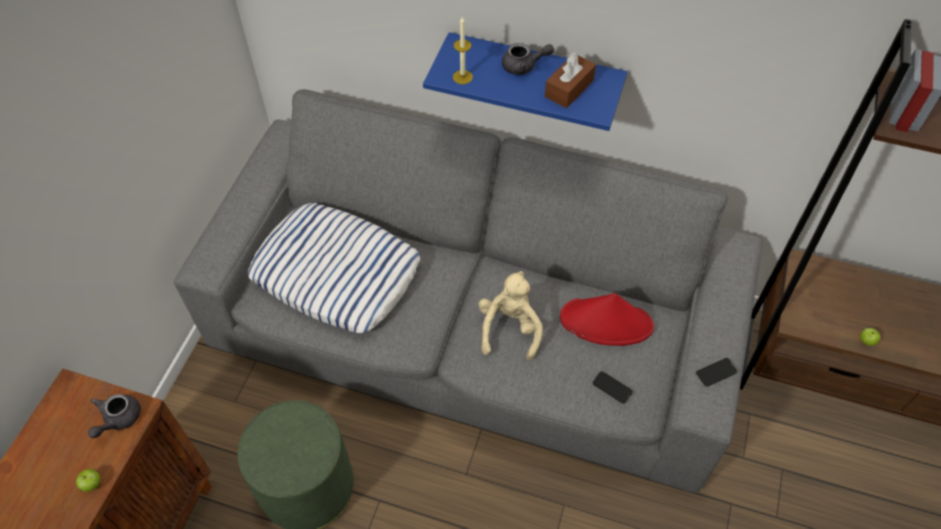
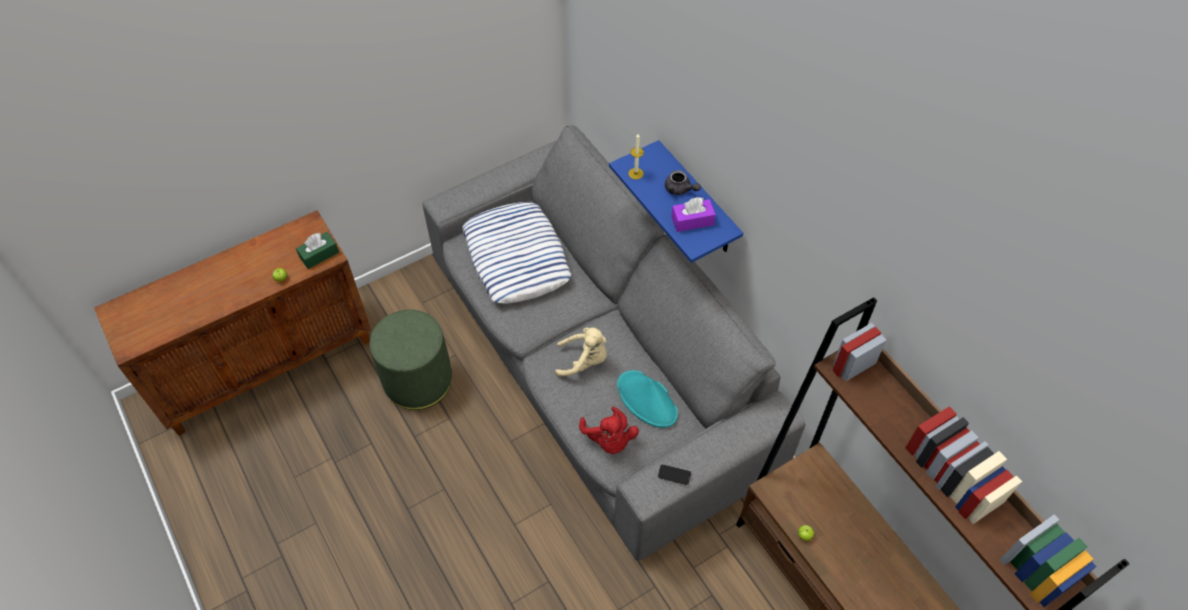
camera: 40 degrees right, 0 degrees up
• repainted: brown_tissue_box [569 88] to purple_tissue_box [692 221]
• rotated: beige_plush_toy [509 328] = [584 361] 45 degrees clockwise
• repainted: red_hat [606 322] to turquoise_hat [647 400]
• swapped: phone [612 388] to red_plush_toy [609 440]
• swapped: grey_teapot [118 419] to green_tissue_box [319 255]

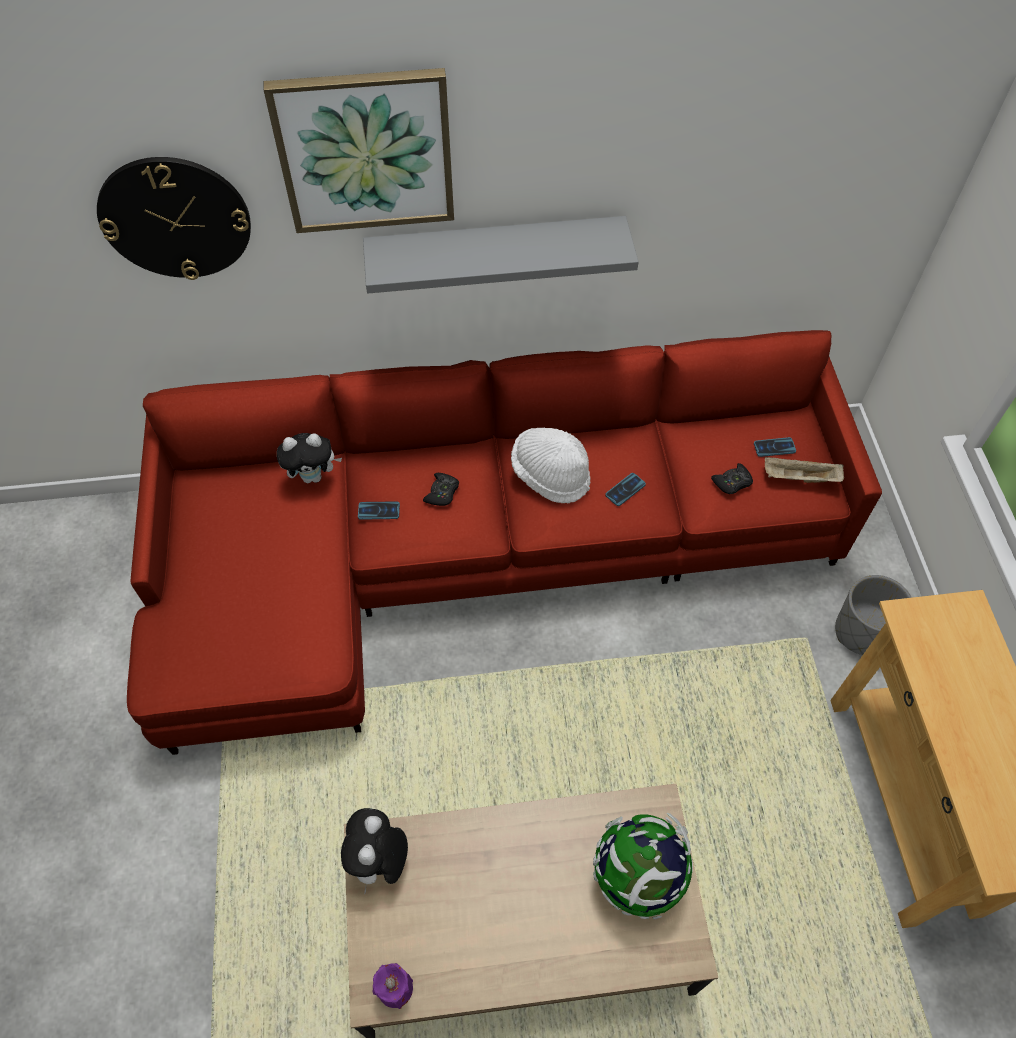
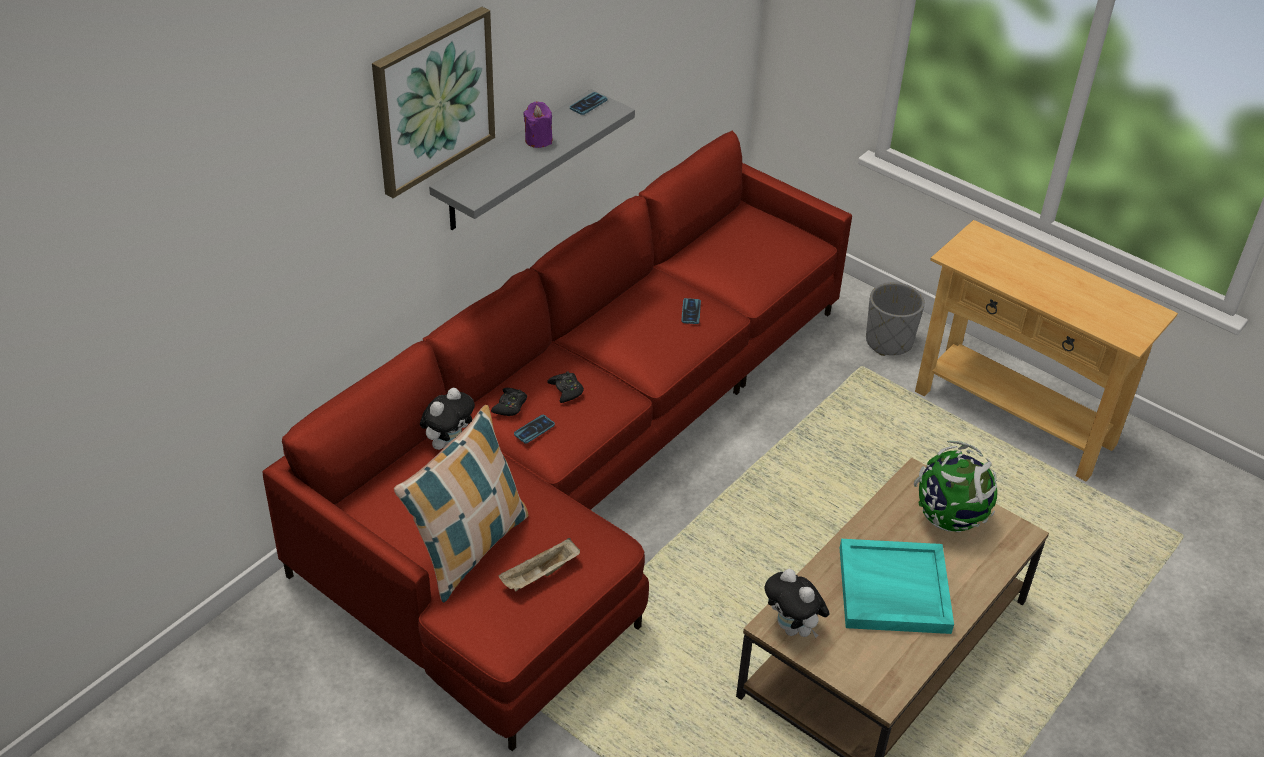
camera: 45 degrees left, 15 degrees down
• gone: wall_clock [175 218]
• gone: white_hat [550 474]
• shifted: phone [774 447] to [588 104]
• shifted: beige_tray [799 478] to [540 575]
• shifted: black_game_controller [732 482] to [510 406]
• shifted: purple_candle [395 988] to [538 140]
• new: pillow [469 548]
• new: turquoise_tray [893 590]

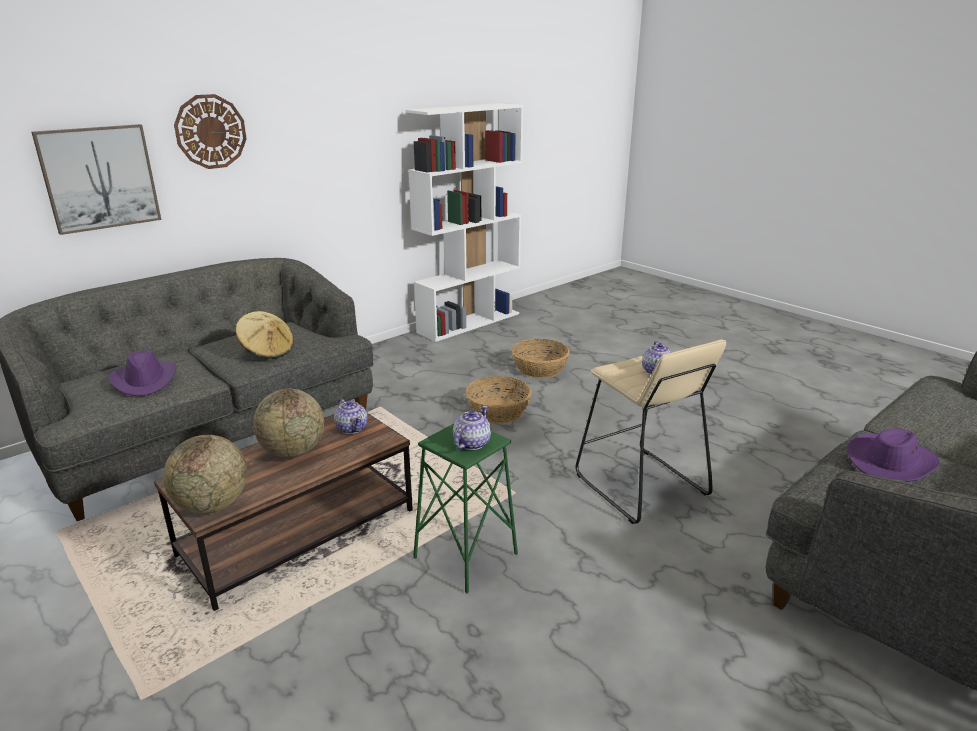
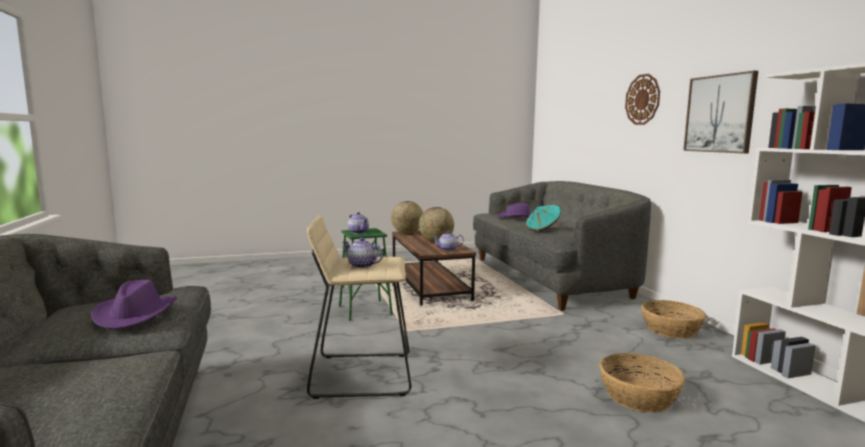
camera: 115 degrees right, 15 degrees down
• shifted: picture [99 178] to [720 114]
• repainted: beige_hat [267 351] to turquoise_hat [543 229]
• shifted: basket [498 411] to [671 330]

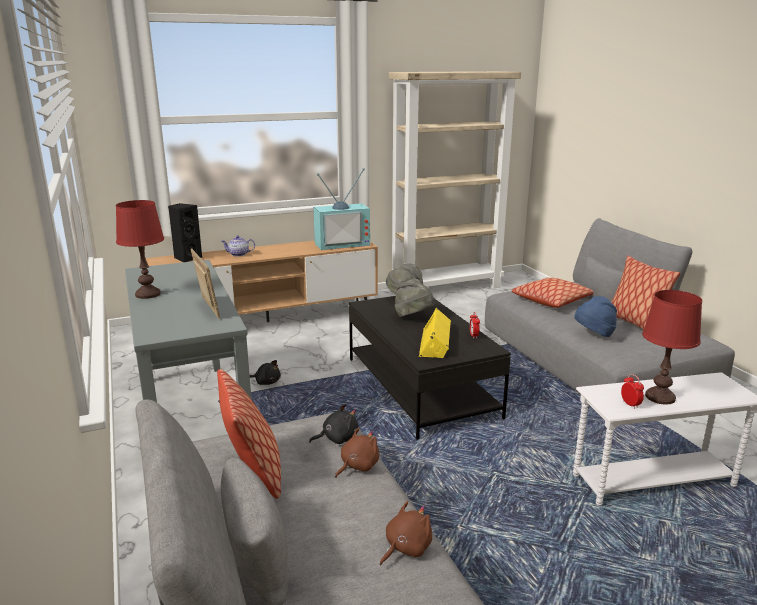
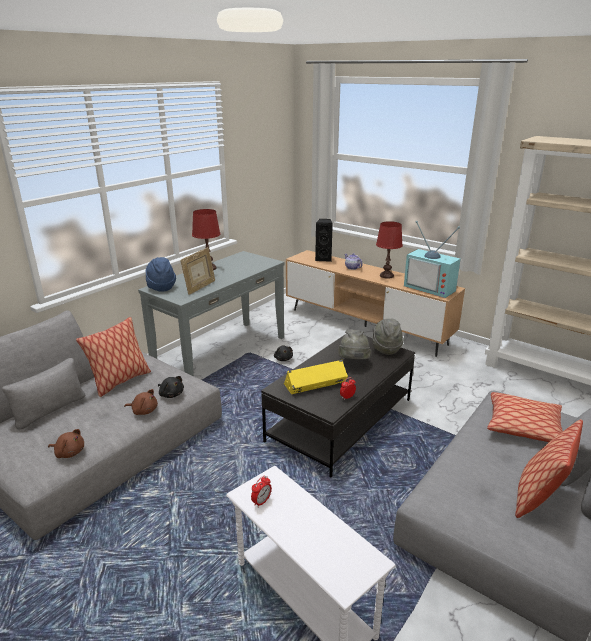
camera: 60 degrees right, 5 degrees up
• shifted: red_table_lamp [660 397] to [386 276]
• shifted: blue_hat [594 334] to [161 287]

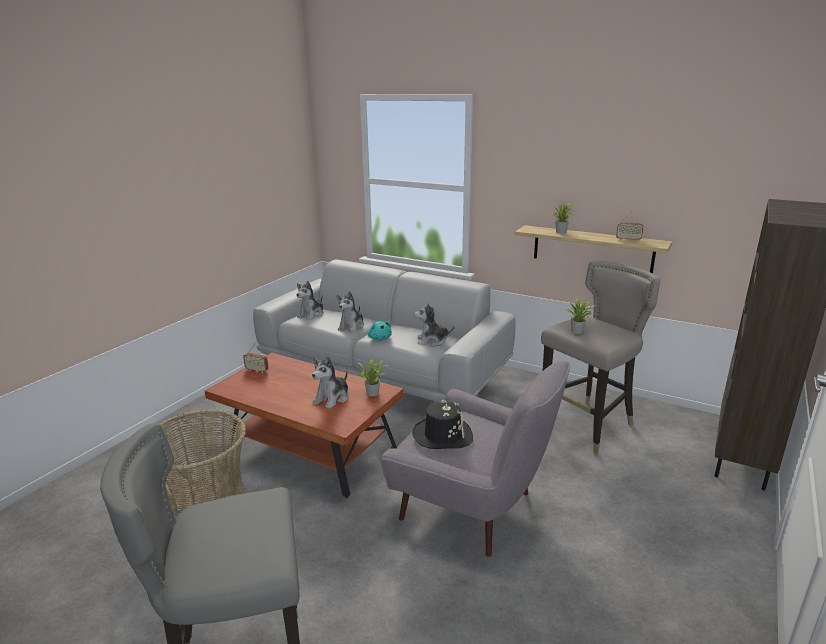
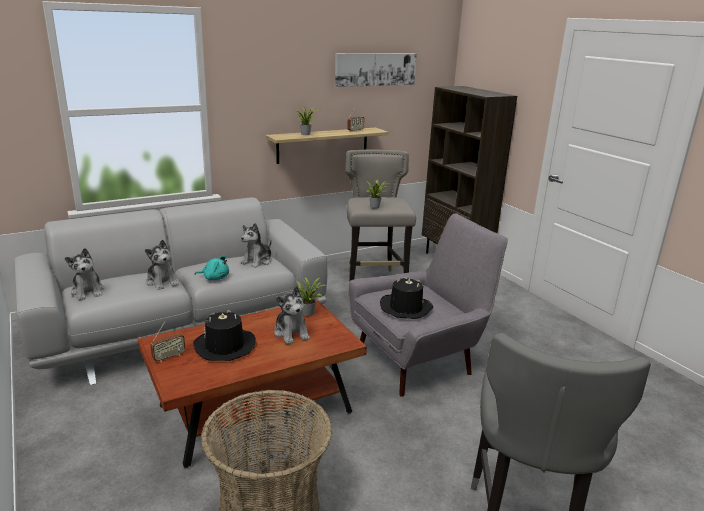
camera: 60 degrees left, 0 degrees up
• new: picture [375 69]
• new: black_hat [224 346]

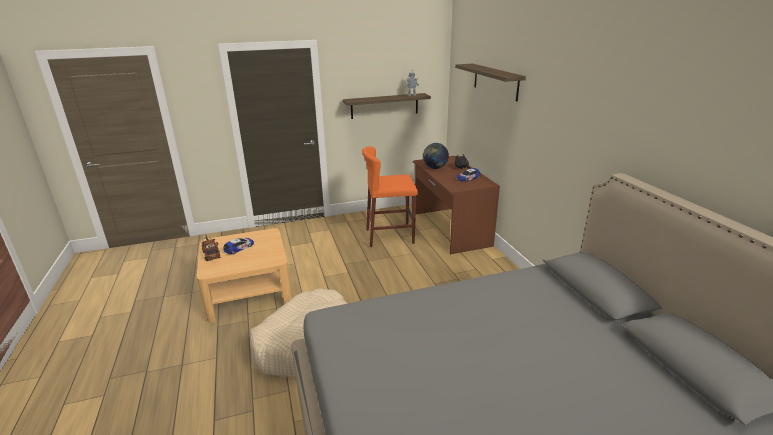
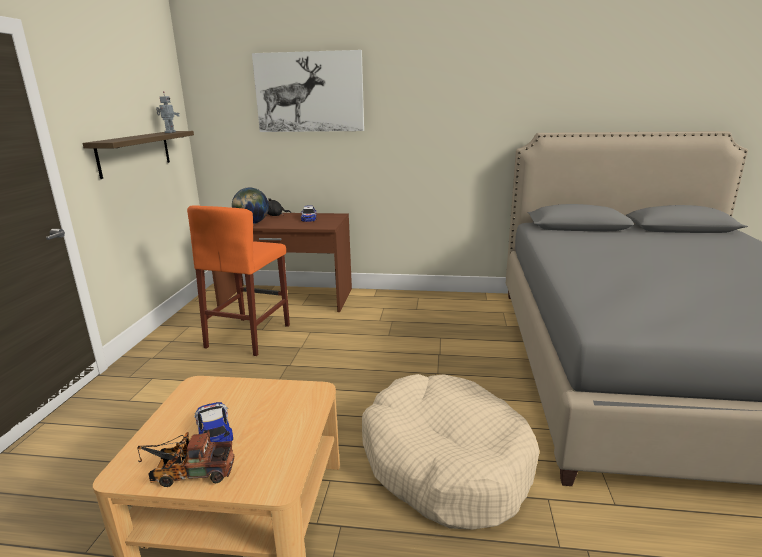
camera: 65 degrees left, 5 degrees down
• swapped: shelf [495 81] to picture [309 92]

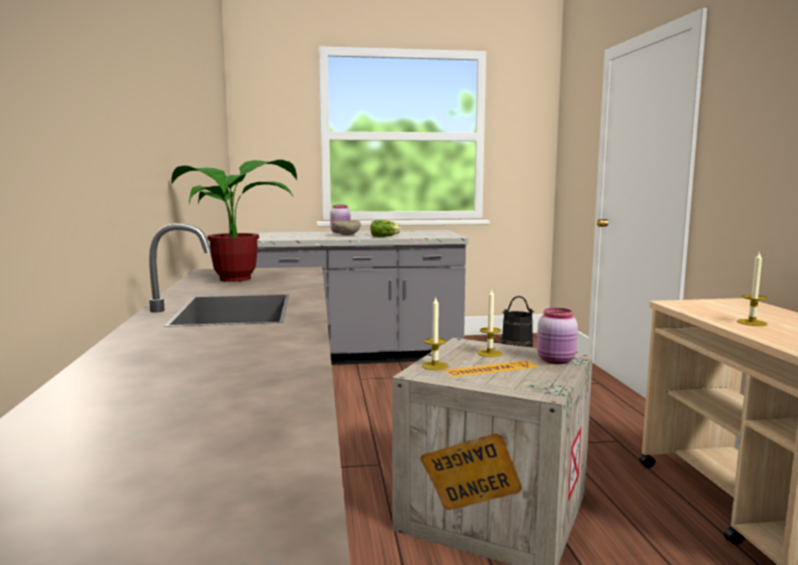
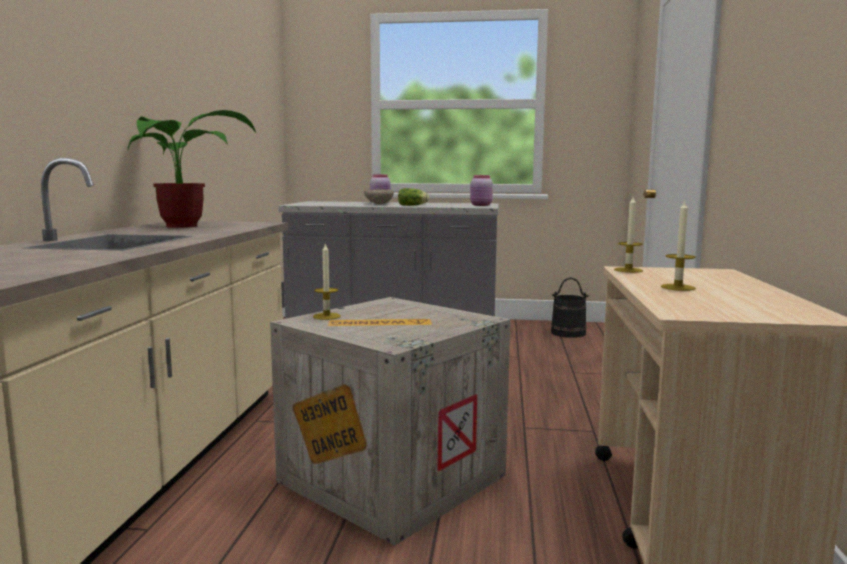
camera: 15 degrees right, 0 degrees up
• shifted: candle [489 353] to [628 270]
• shifted: pink_jar [557 361] to [481 205]

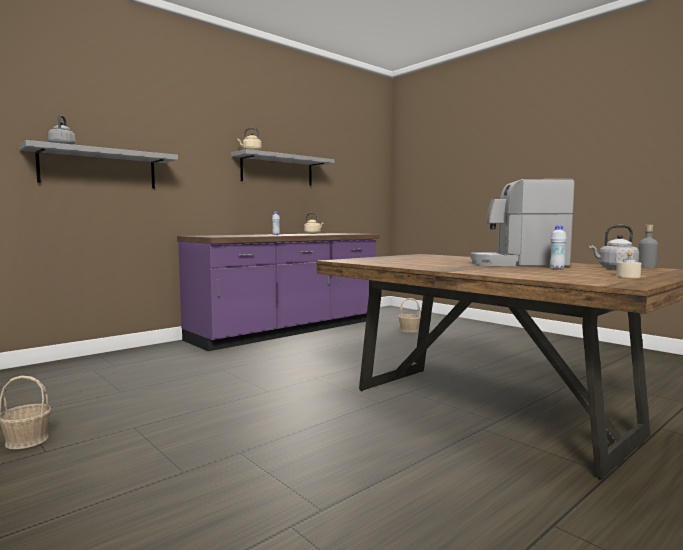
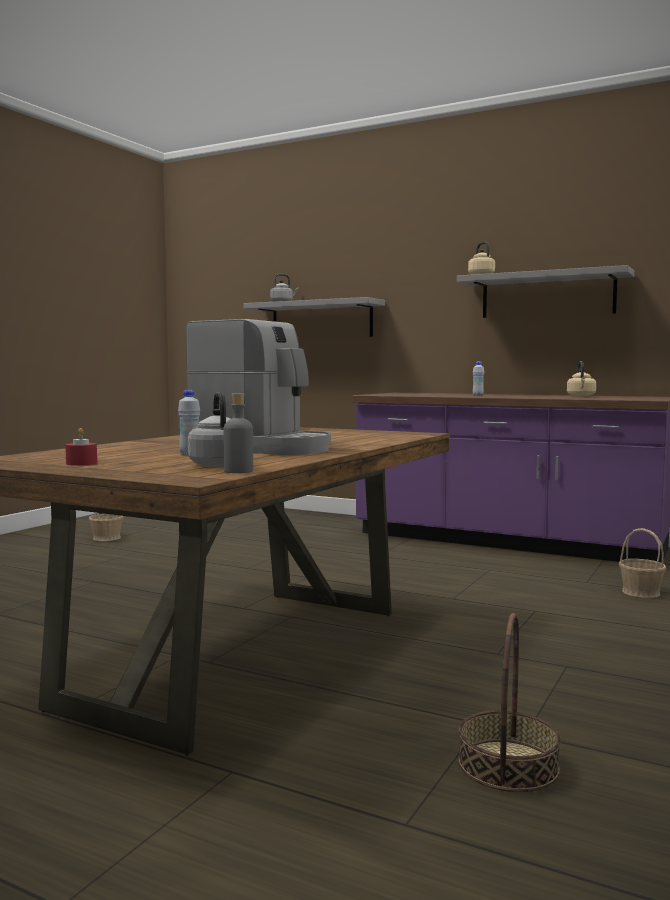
camera: 70 degrees right, 0 degrees up
• rotated: coffee_machine [518 264] = [263 448] 135 degrees clockwise
• repainted: beige_candle [628 276] to red_candle [81 463]
• new: basket [508 765]

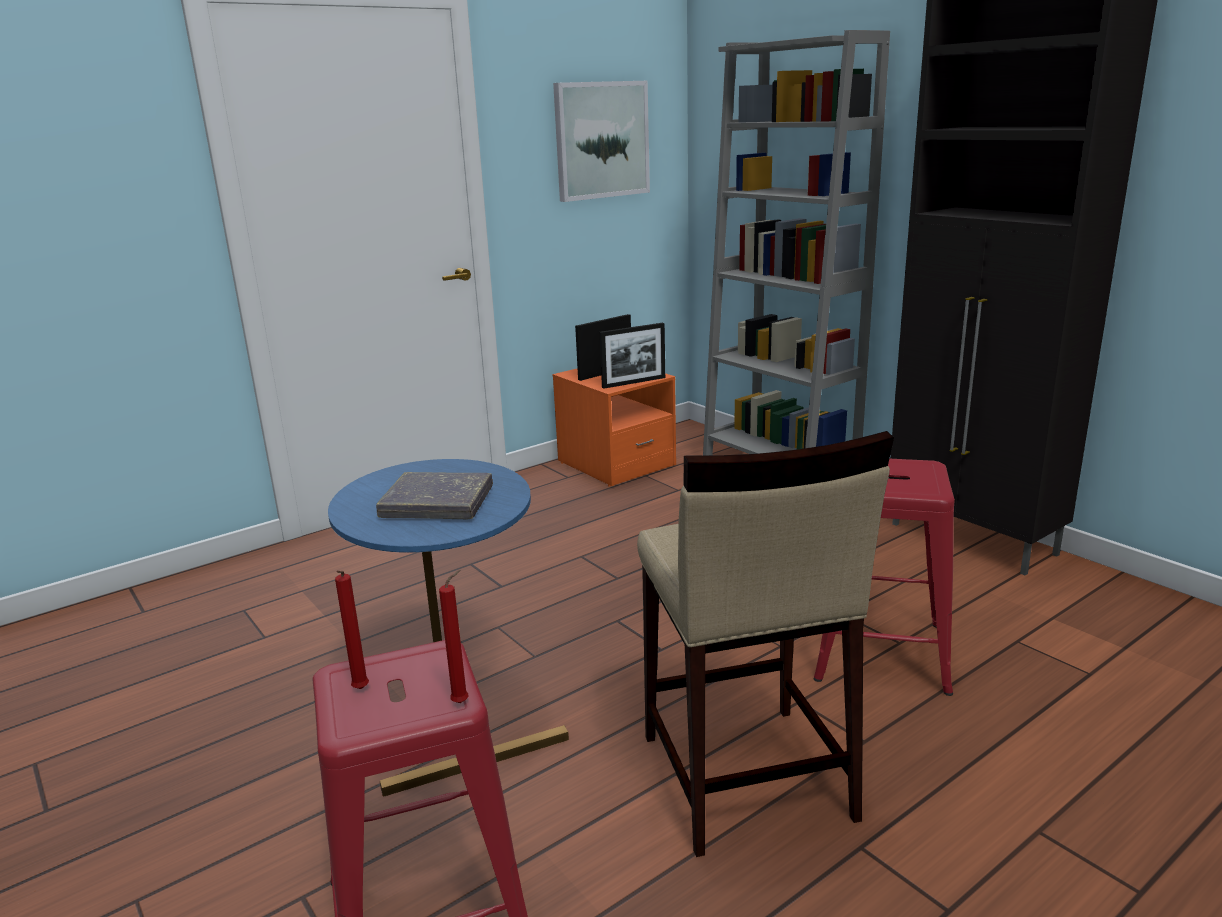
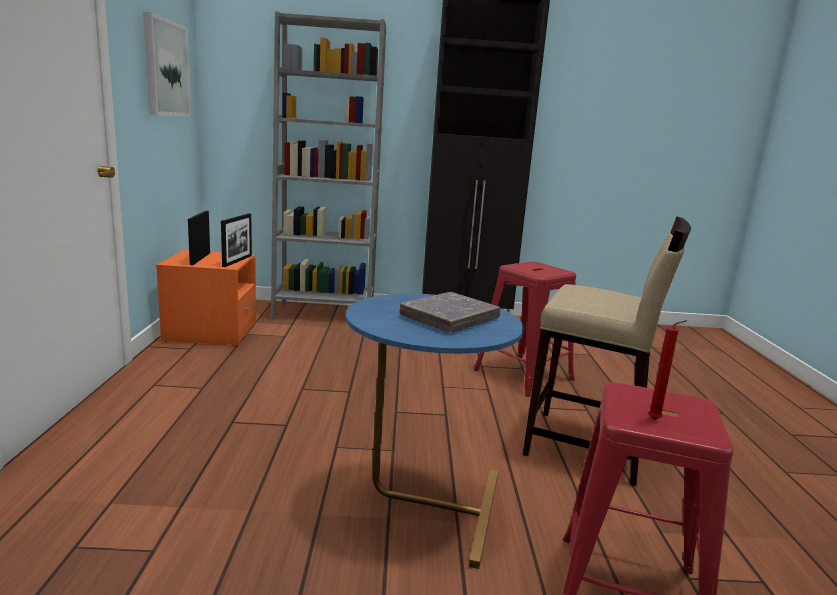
camera: 55 degrees left, 5 degrees down
• gone: red_candle [463 702]

